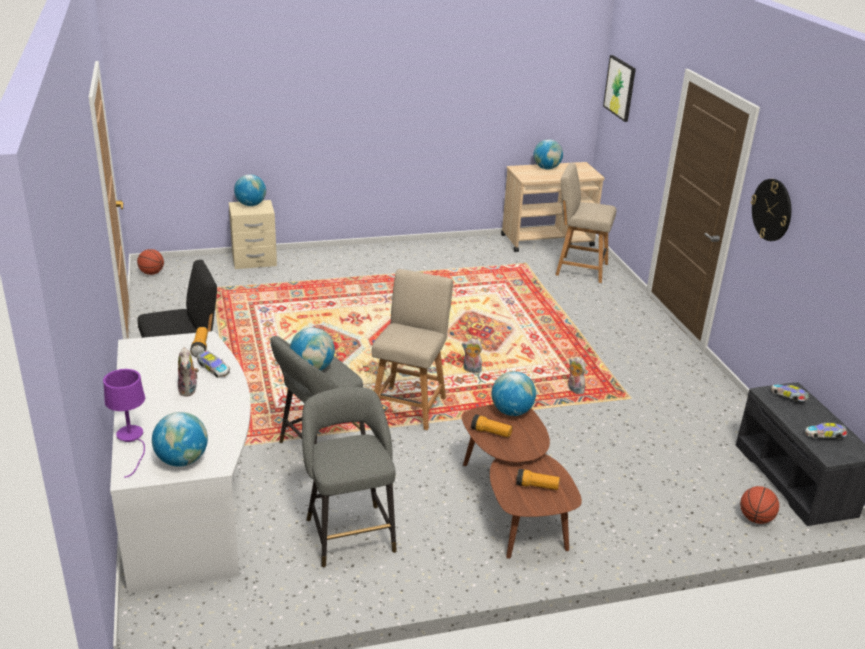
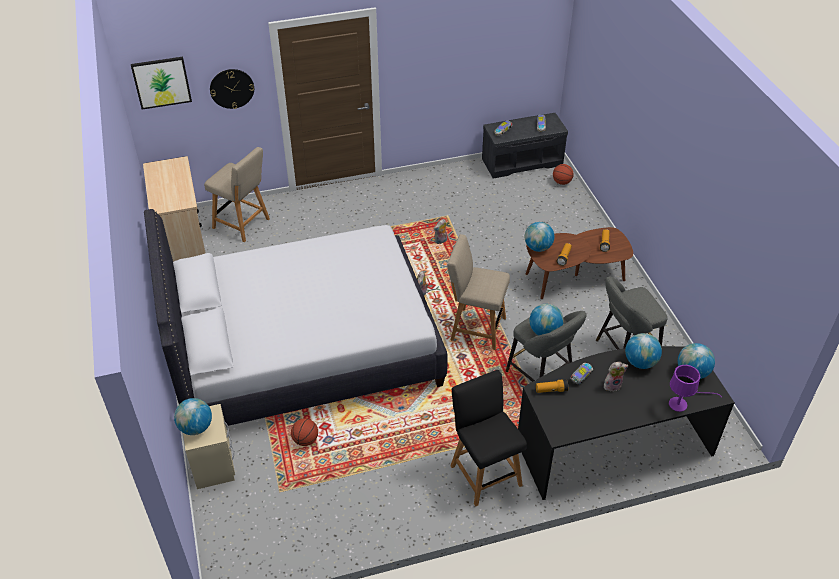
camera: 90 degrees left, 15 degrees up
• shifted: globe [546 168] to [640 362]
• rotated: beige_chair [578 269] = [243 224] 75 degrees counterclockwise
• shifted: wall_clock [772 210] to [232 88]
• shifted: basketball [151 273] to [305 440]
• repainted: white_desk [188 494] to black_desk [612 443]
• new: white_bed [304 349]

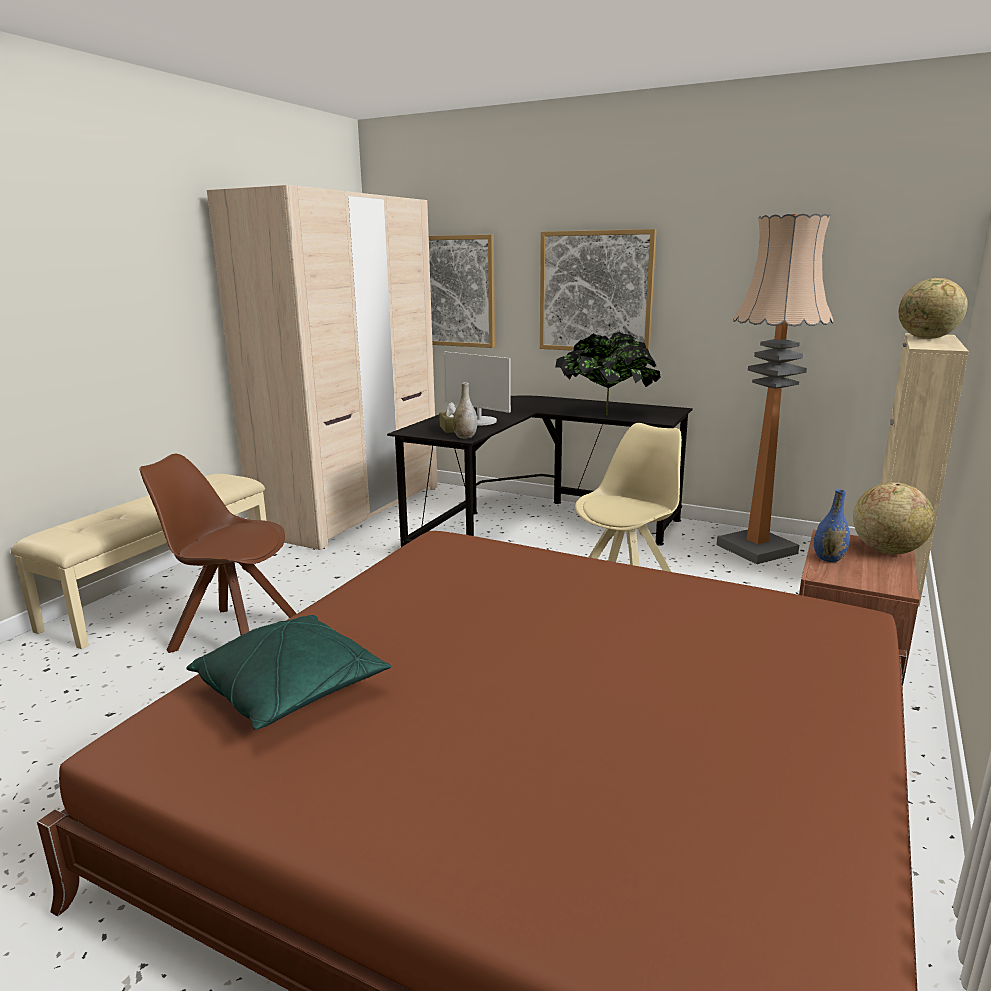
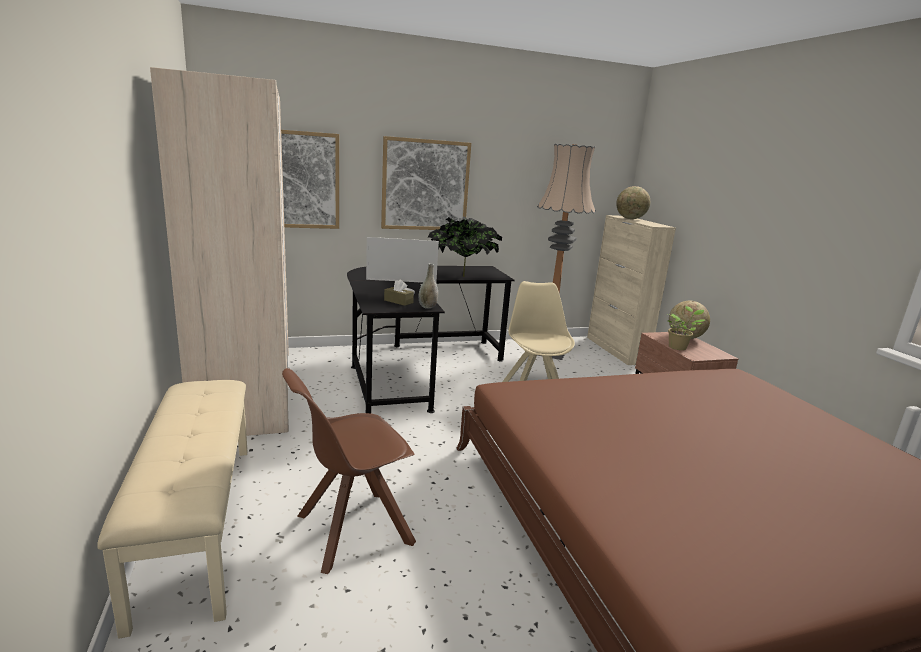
camera: 45 degrees left, 0 degrees up
• swapped: blue_vase [828 559] to potted_plant [678 347]
• gone: green_pillow [292 691]

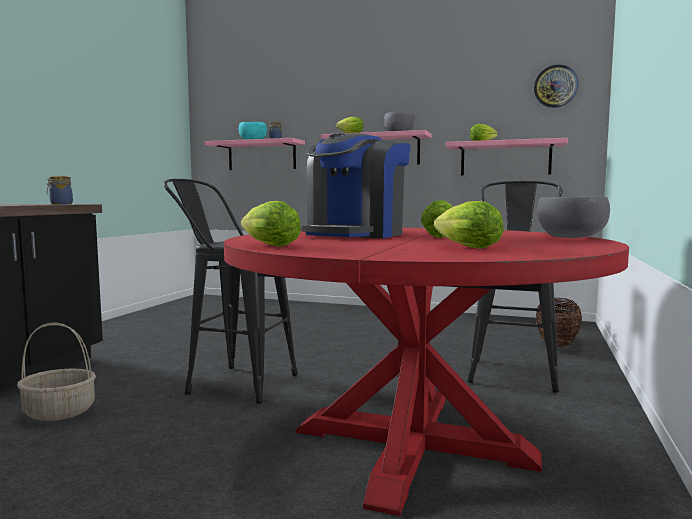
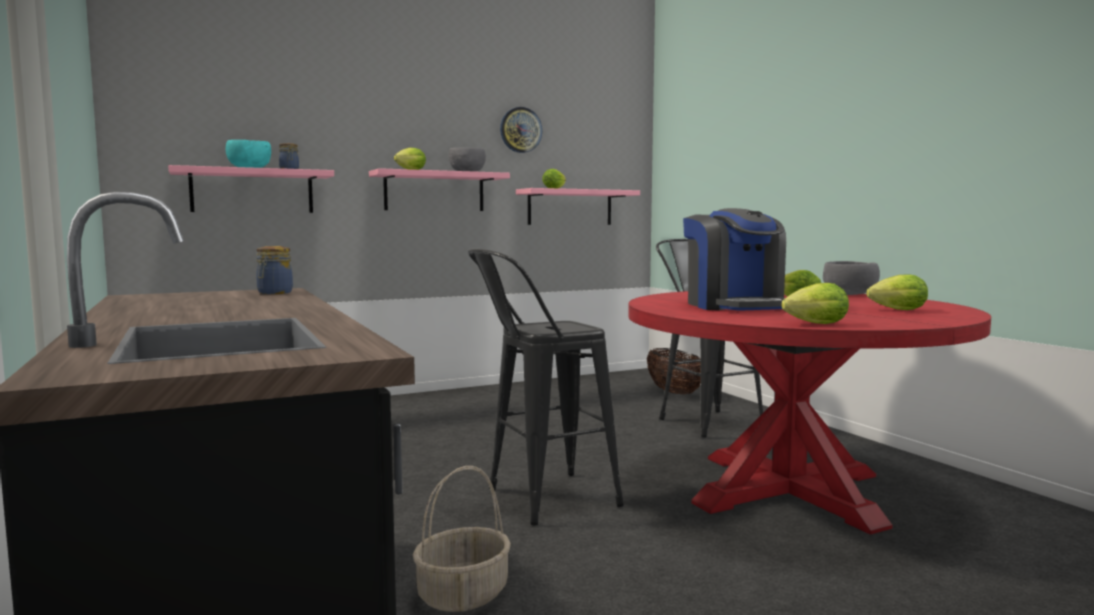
camera: 45 degrees left, 0 degrees up
• shifted: wall_clock [555 86] to [520 130]

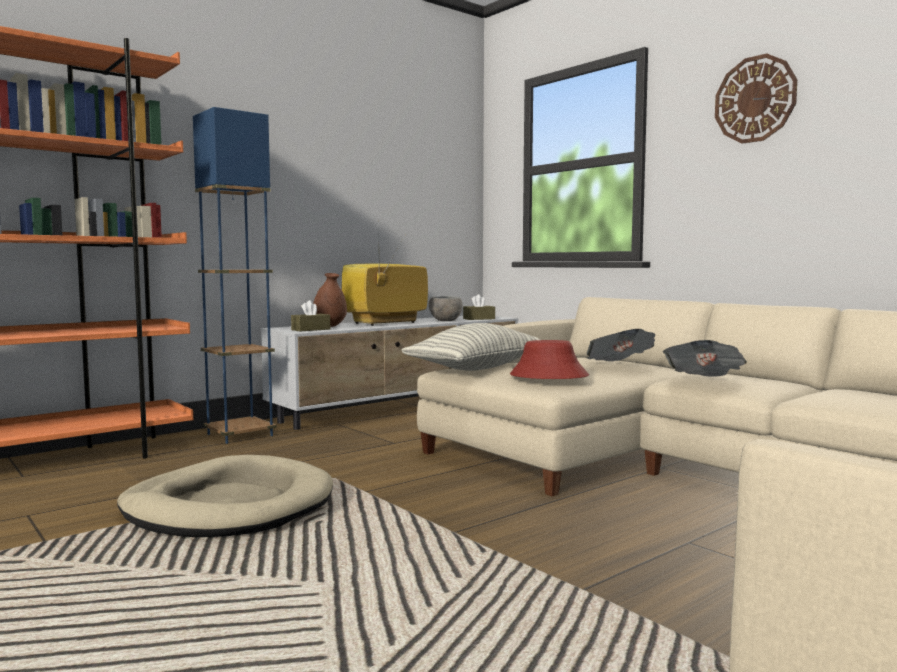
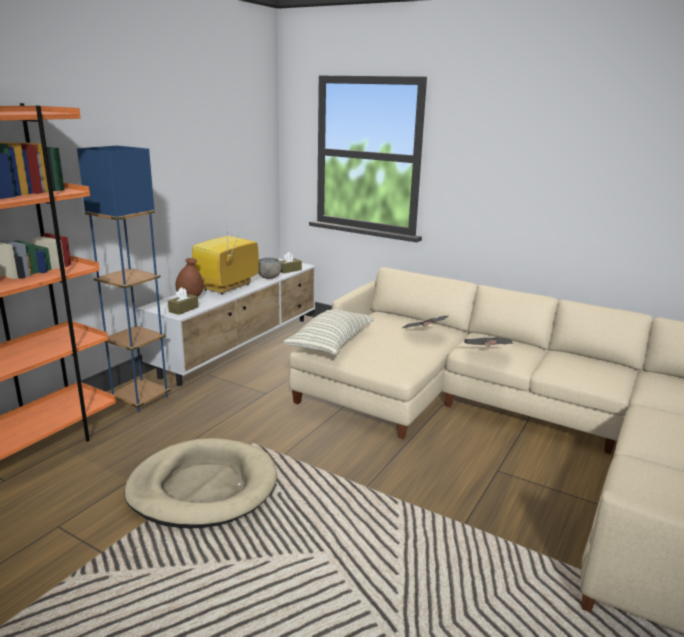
camera: 20 degrees left, 15 degrees up
• gone: wall_clock [755 99]
• gone: red_hat [548 376]

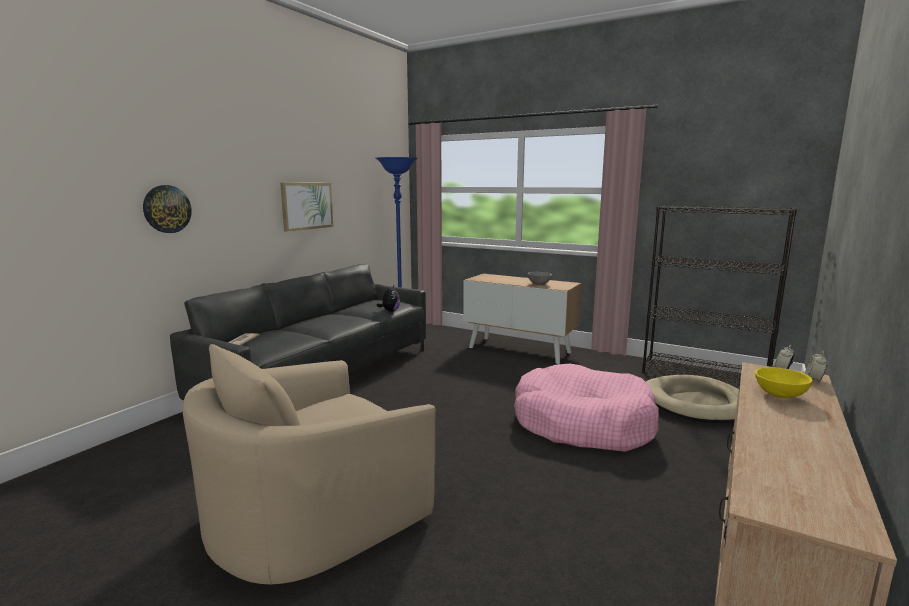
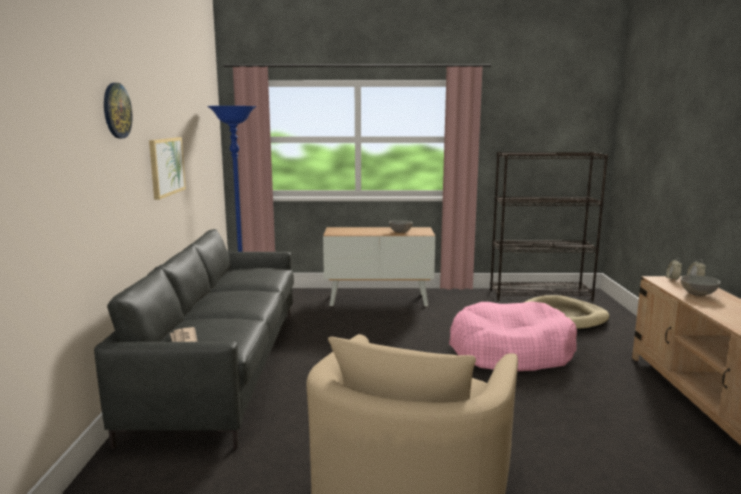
camera: 30 degrees left, 0 degrees up
• shifted: wall_clock [167 209] to [116 110]
• gone: plush_toy [390 311]
• repainted: yellow_bowl [780 396] to grey_bowl [698 294]

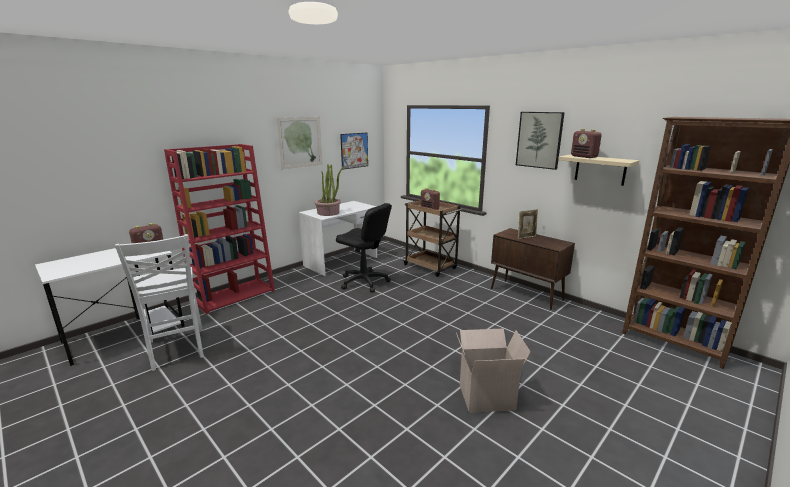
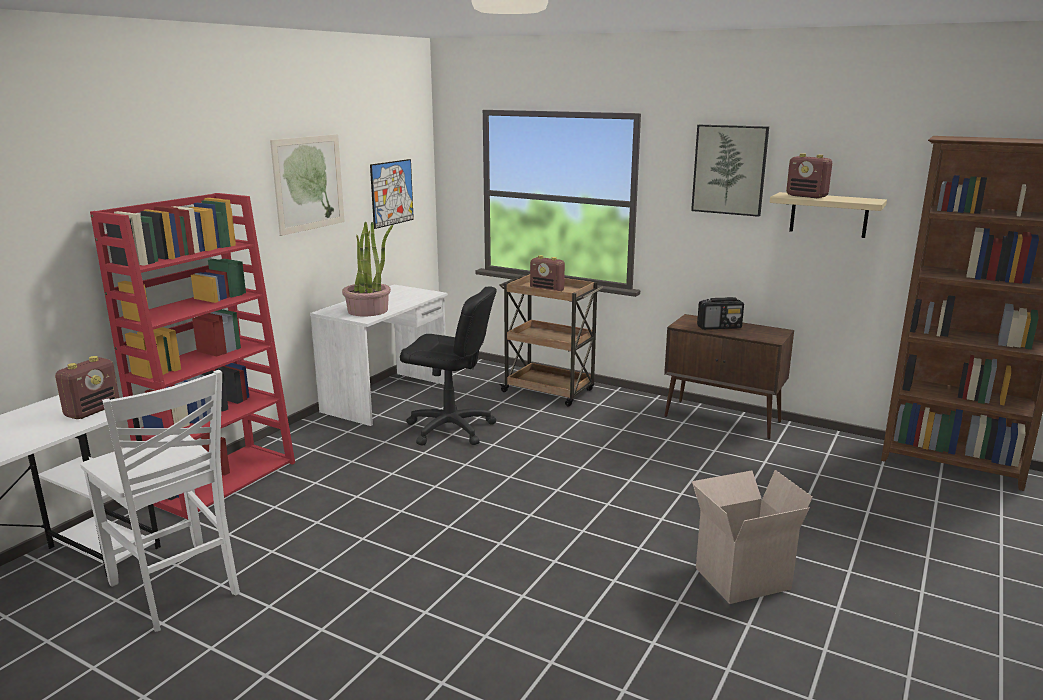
camera: 15 degrees left, 0 degrees up
• swapped: picture_frame [526 237] to radio [719 327]

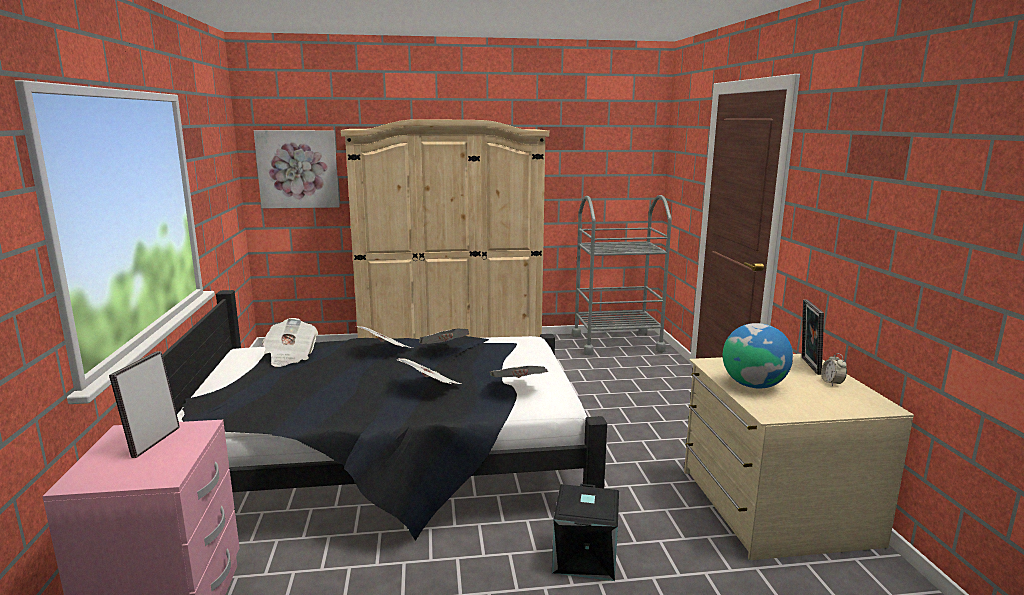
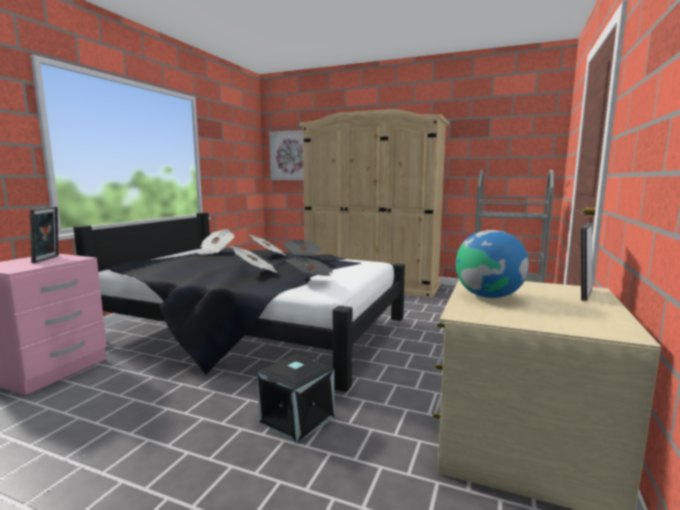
camera: 30 degrees right, 5 degrees down
• rotated: picture_frame [152 441] = [48 259] 135 degrees clockwise
• gone: alarm_clock [832 383]

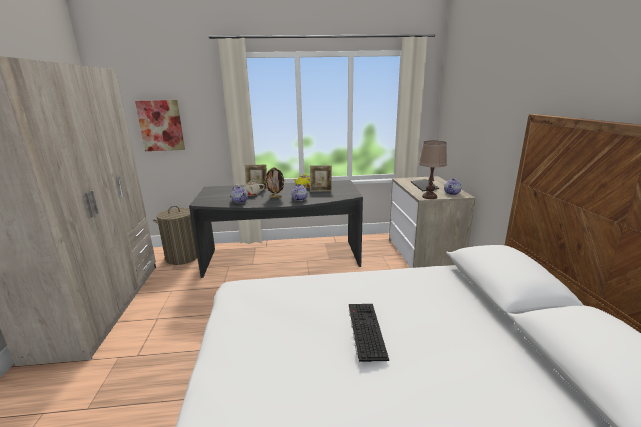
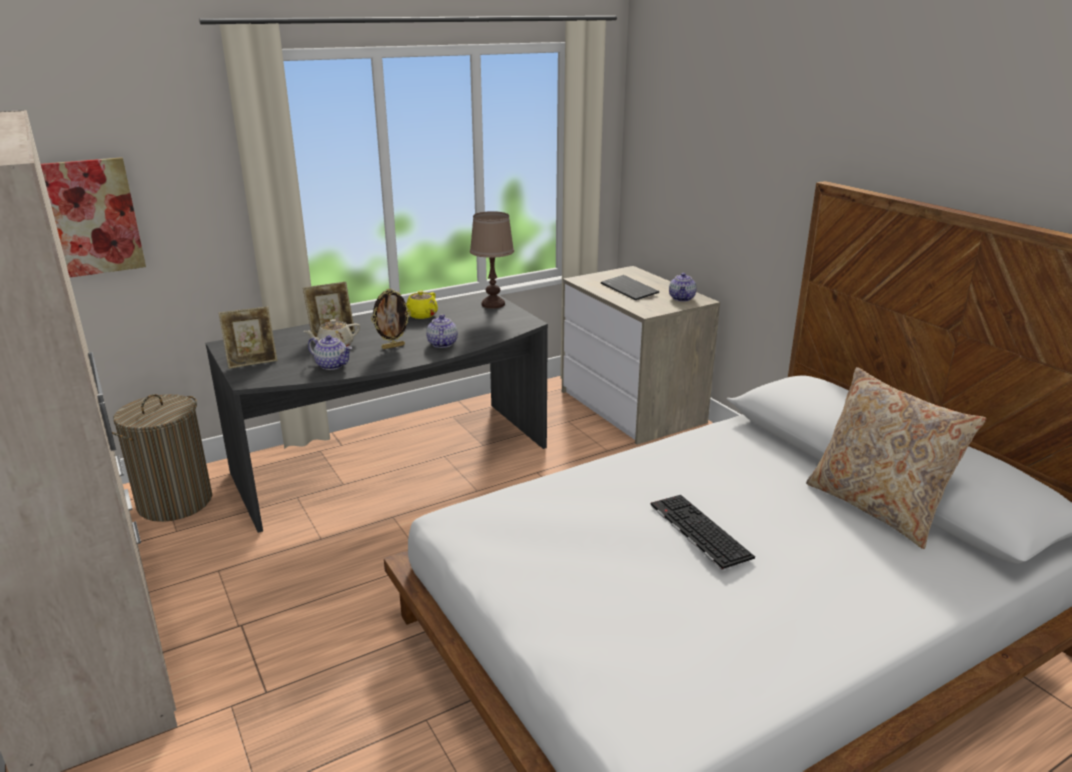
camera: 25 degrees left, 5 degrees up
• shifted: brown_table_lamp [429 197] to [493 304]
• shifted: picture_frame [321 190] to [252 361]
• new: beige_pillow [876 507]

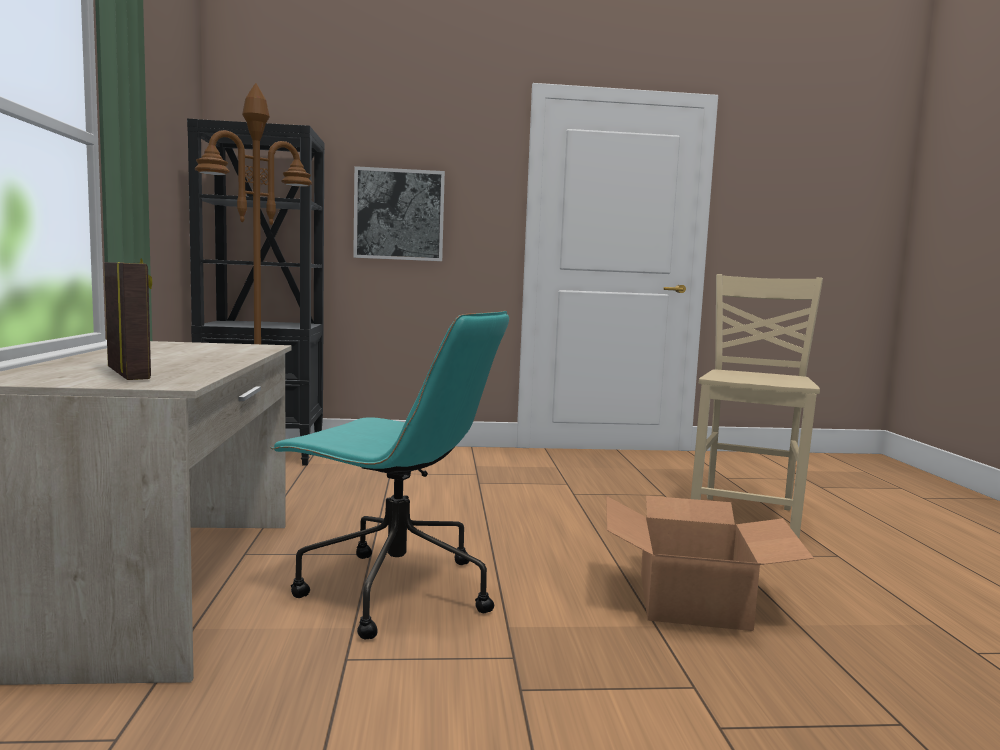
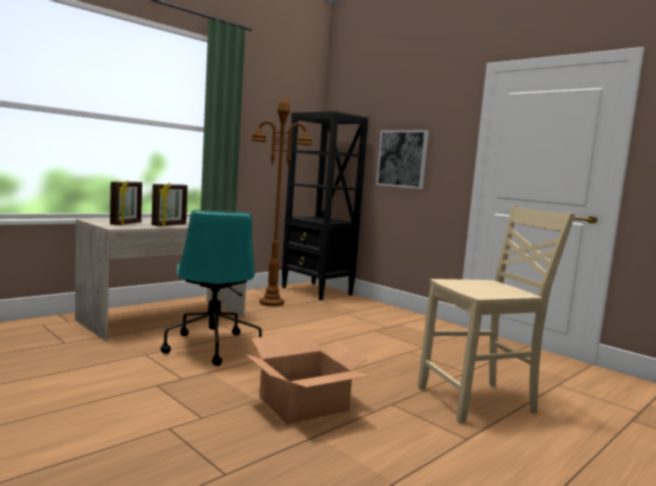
camera: 50 degrees right, 0 degrees up
• new: picture_frame [169 225]

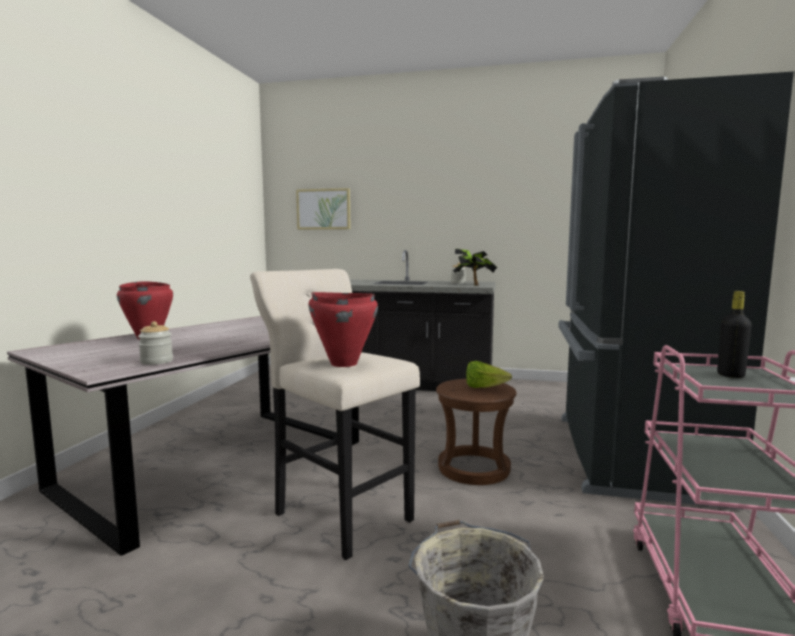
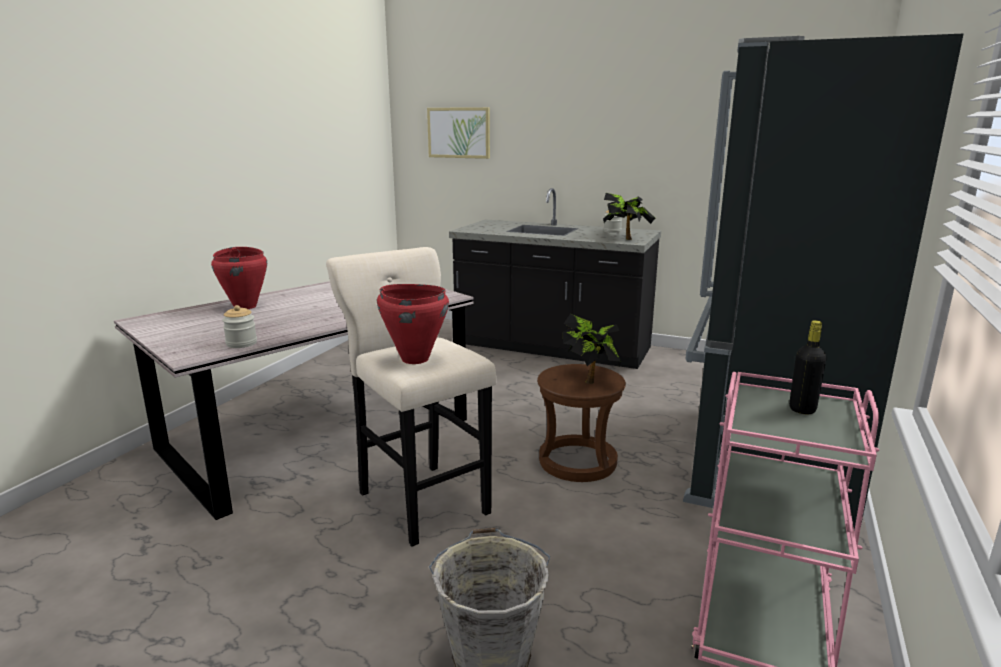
camera: 10 degrees right, 10 degrees up
• swapped: lettuce [484 388] to potted_plant [591 378]

